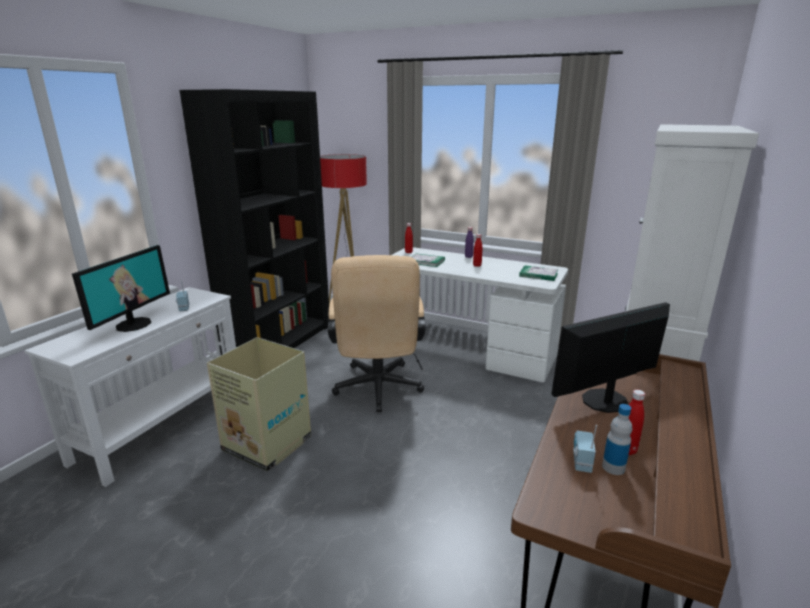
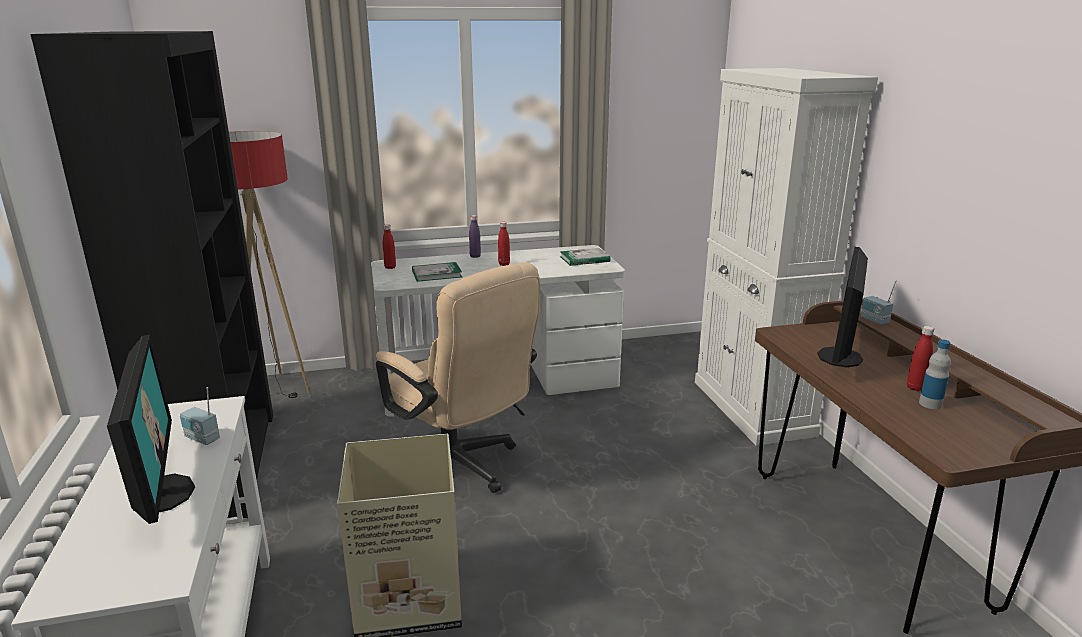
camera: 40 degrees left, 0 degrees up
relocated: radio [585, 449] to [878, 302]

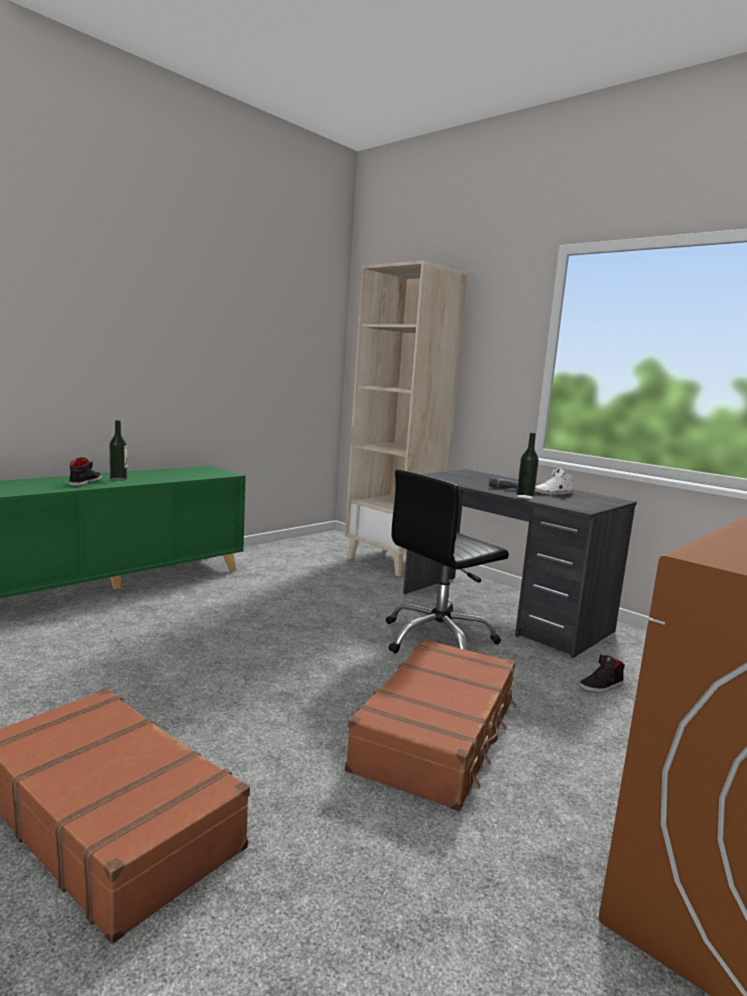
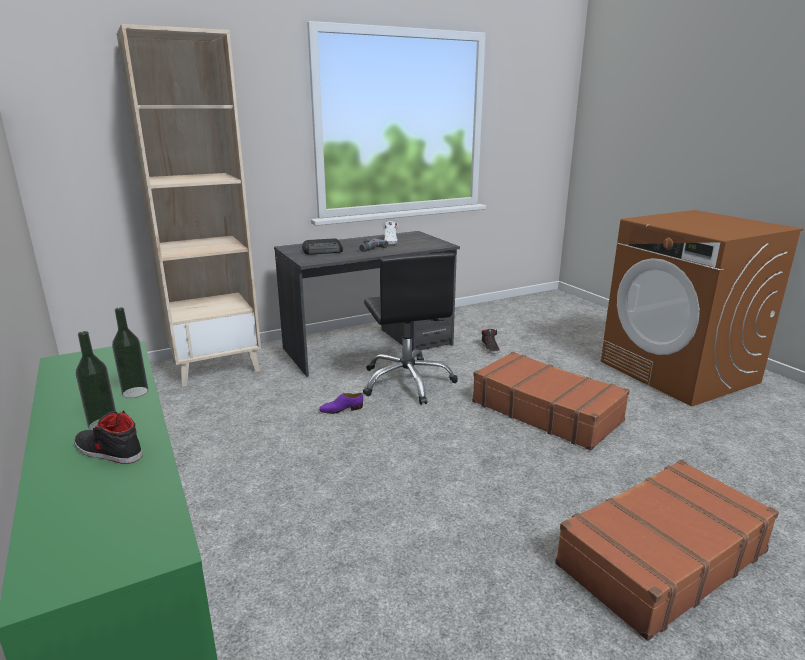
camera: 70 degrees left, 10 degrees up
appeared: radio [322, 246]; shoe (purple) [341, 403]
relocated: bottle [527, 466] to [130, 352]

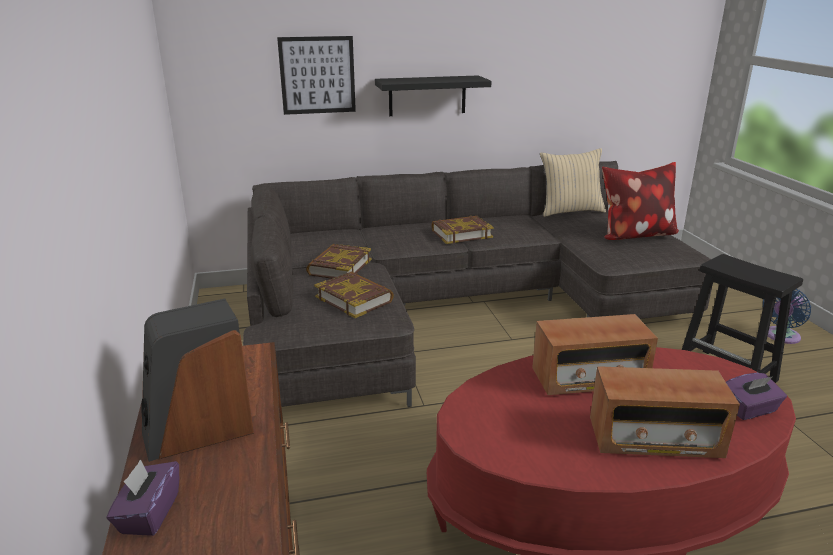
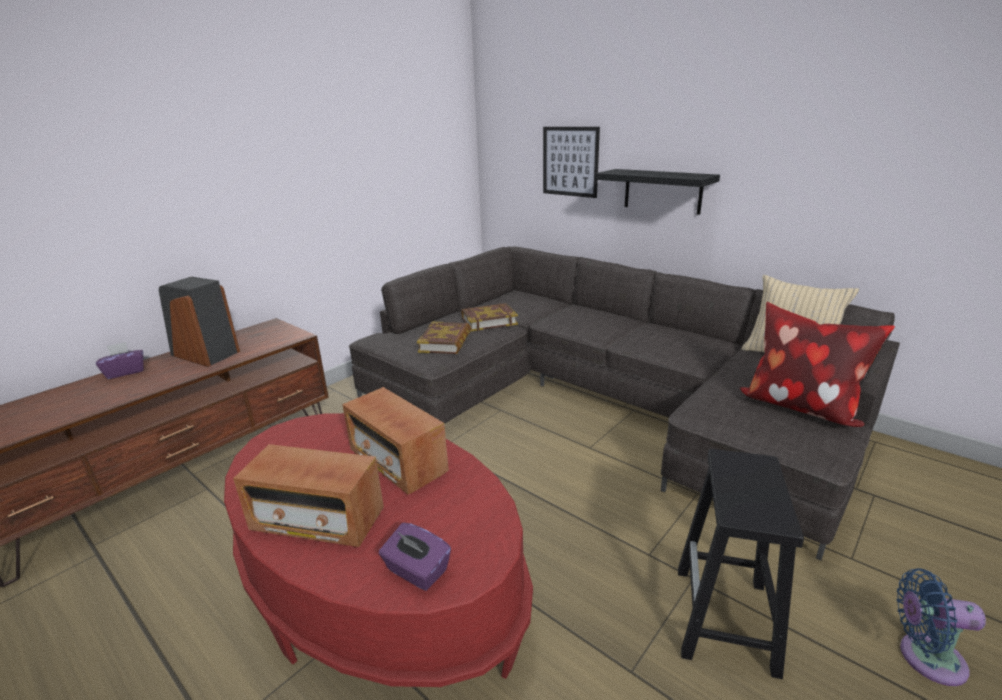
camera: 55 degrees right, 0 degrees up
missing: book [462, 230]
spun: radio [665, 412] = [308, 495] 45 degrees counterclockwise

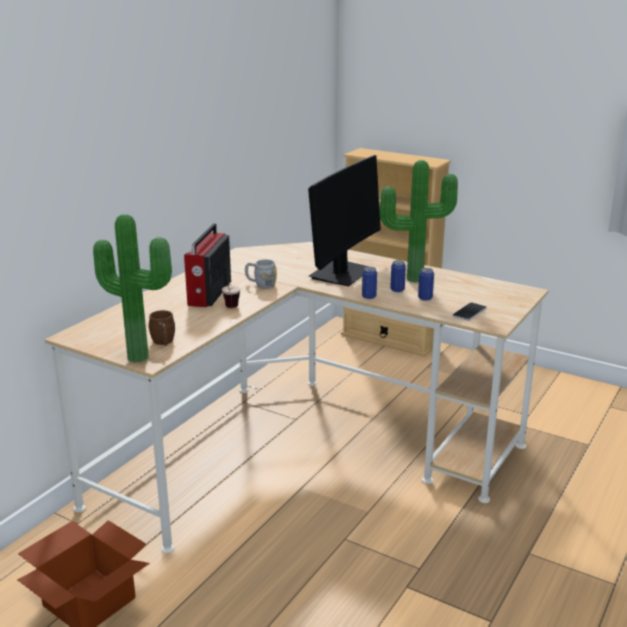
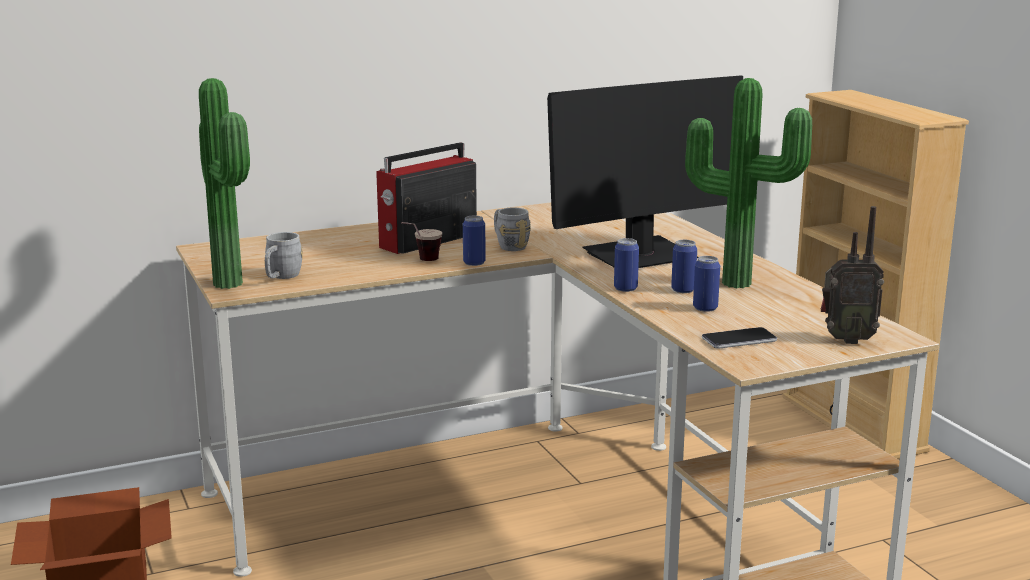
camera: 35 degrees right, 5 degrees down
appeared: radio [852, 275]; can [474, 240]
colour: mug (brown) [161, 328] to mug (grey) [284, 255]

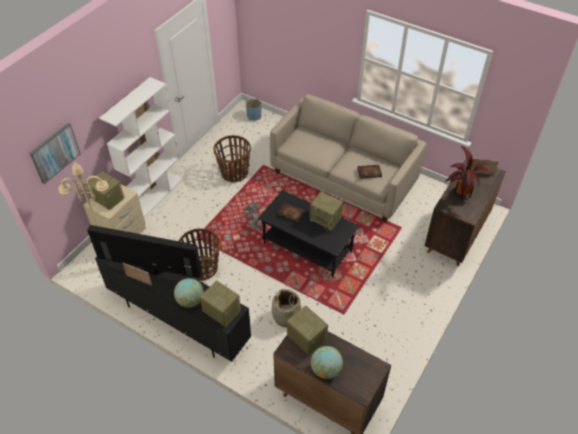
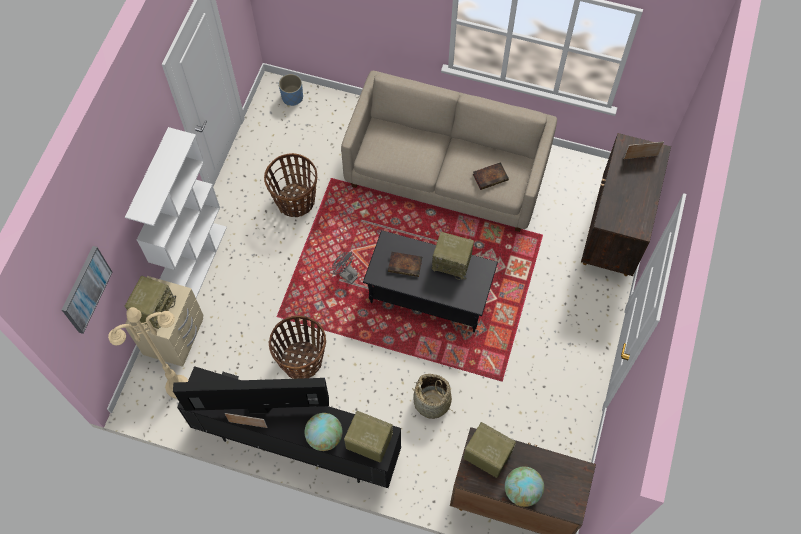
camera: 15 degrees left, 15 degrees up
missing: potted plant [469, 173]
spun: radio [105, 190] = [150, 302] 90 degrees clockwise

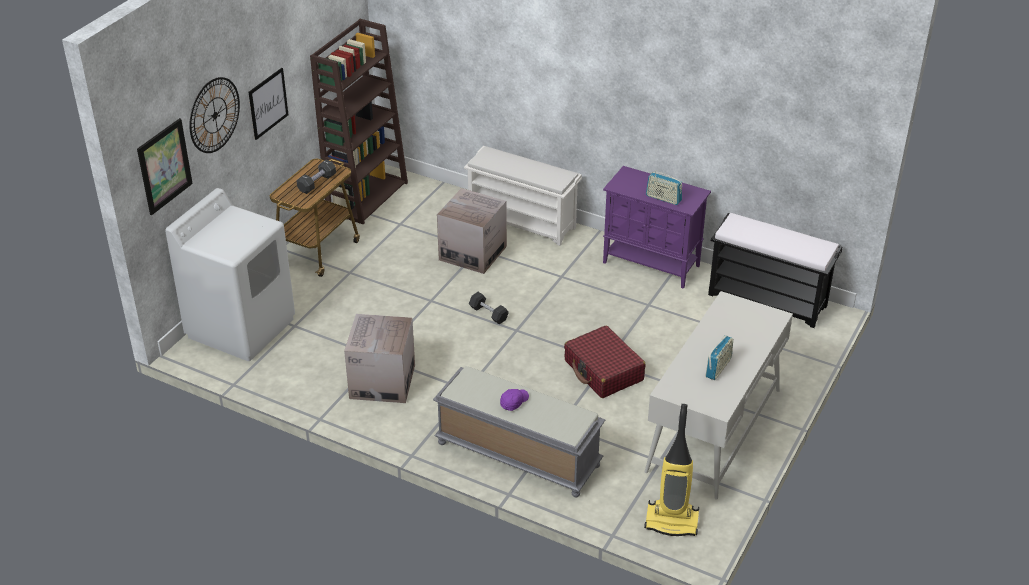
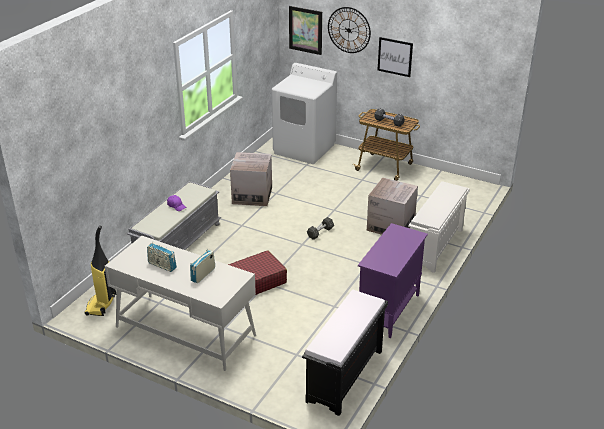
camera: 90 degrees right, 5 degrees down
missing: bookcase (brown) [359, 121]
relocated: radio [664, 187] to [202, 265]

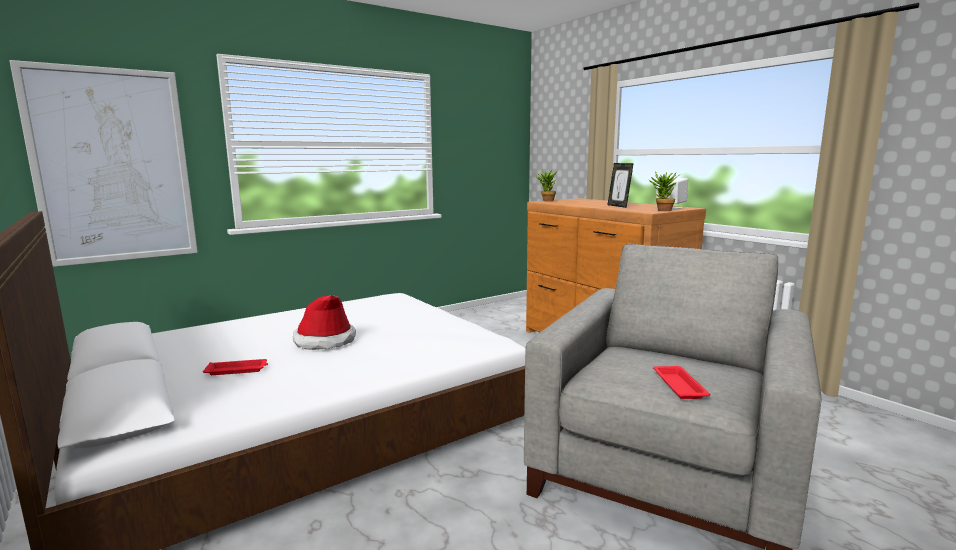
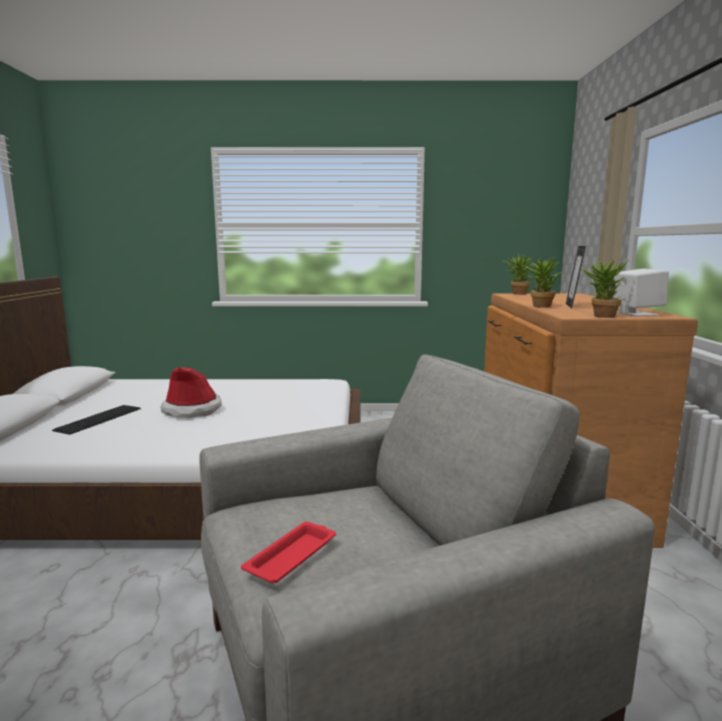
camera: 35 degrees right, 0 degrees up
missing: picture [103, 163]
appeared: potted plant [542, 282]
exchanged: tray (red) [235, 367] to keyboard [96, 420]

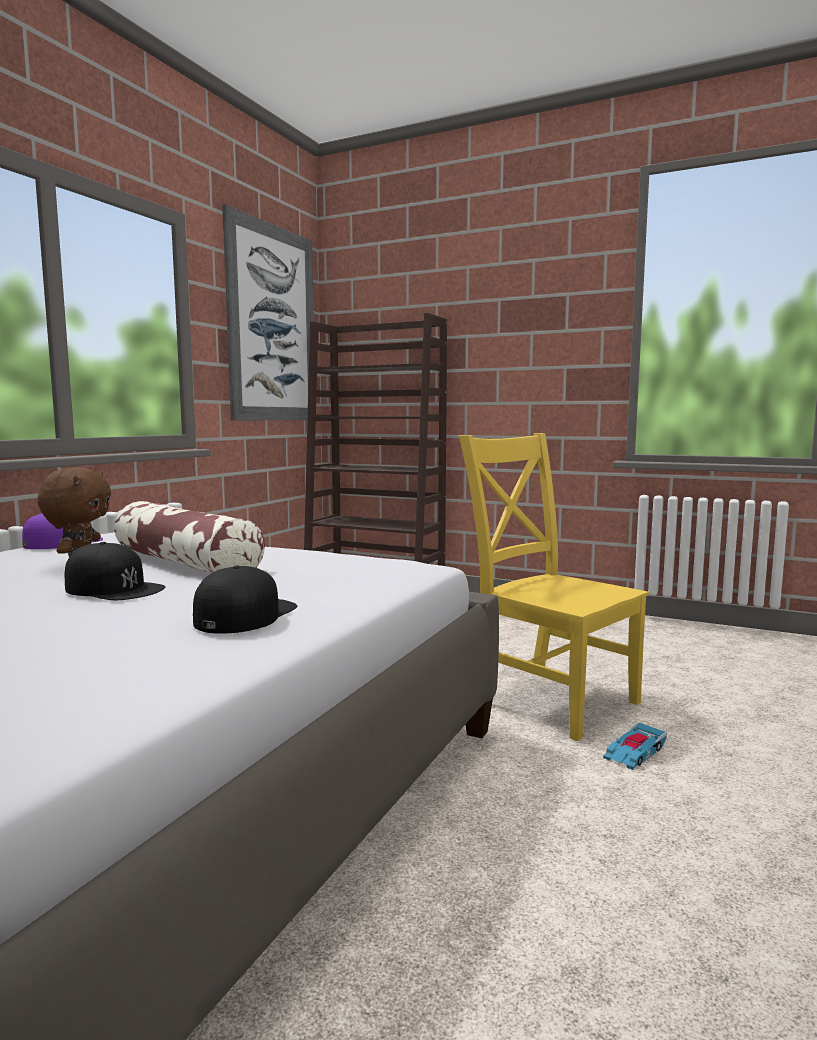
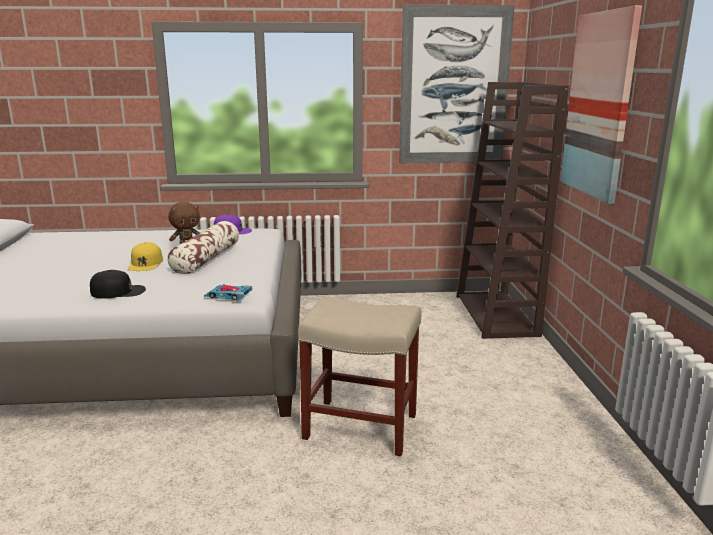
camera: 60 degrees right, 10 degrees up
appeared: picture [601, 104]
relocated: toy car [635, 746] to [228, 292]
exchanged: chair (yellow) [554, 587] to stool (beige) [359, 376]
colour: cap (black) [115, 571] to cap (yellow) [145, 256]

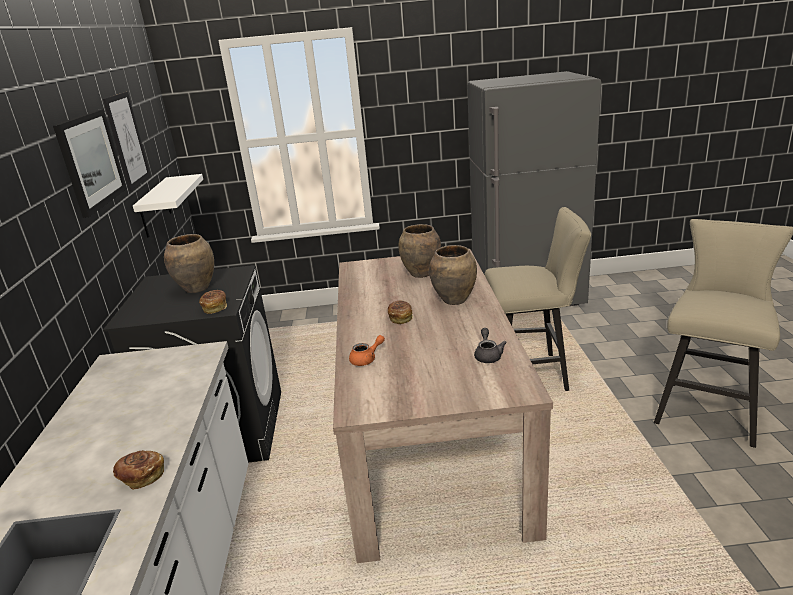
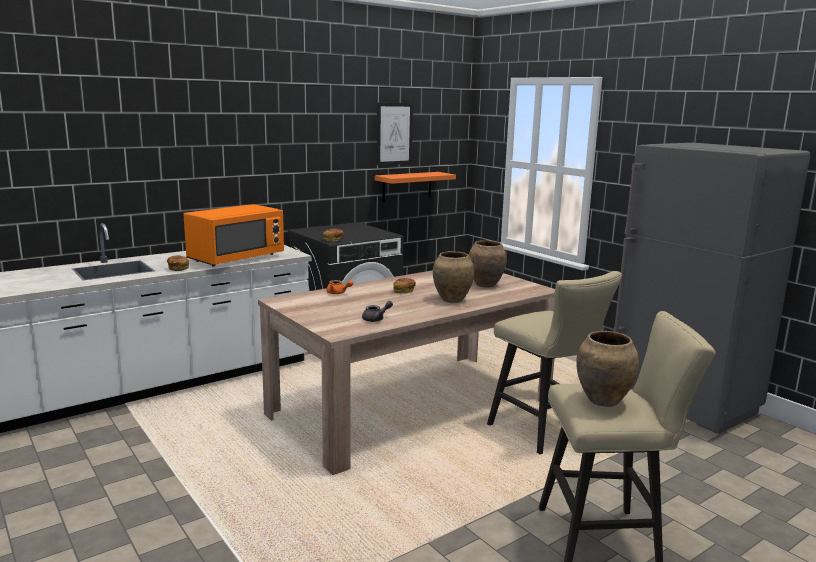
camera: 55 degrees right, 10 degrees down
missing: picture [90, 163]
appeared: microwave (orange) [233, 235]
relocated: vase (brown) [189, 263] to [607, 369]
colour: shelf (white) [168, 206] to shelf (orange) [415, 187]

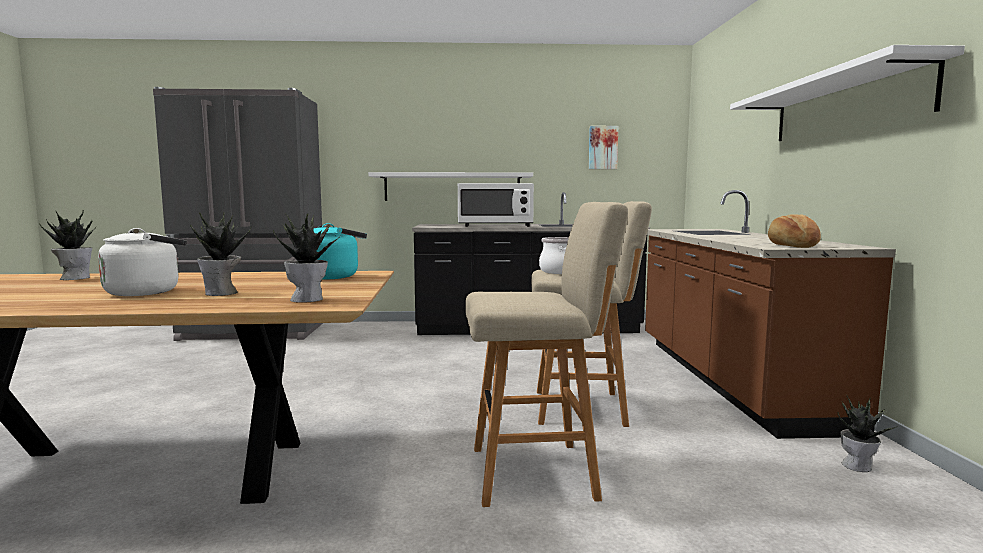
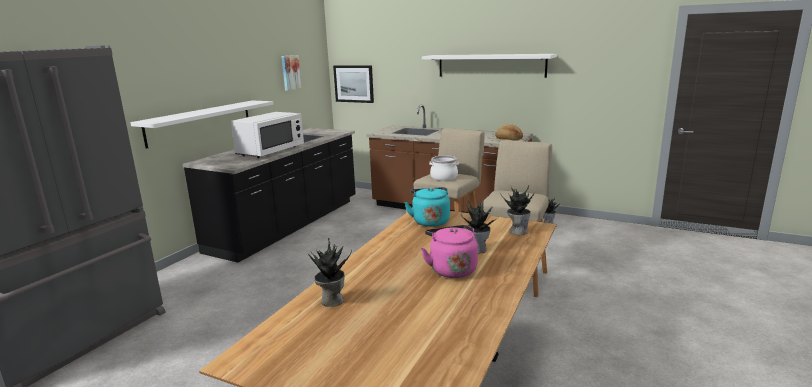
camera: 60 degrees left, 10 degrees up
appeared: picture [353, 84]
colour: kettle (white) [142, 262] to kettle (pink) [449, 251]

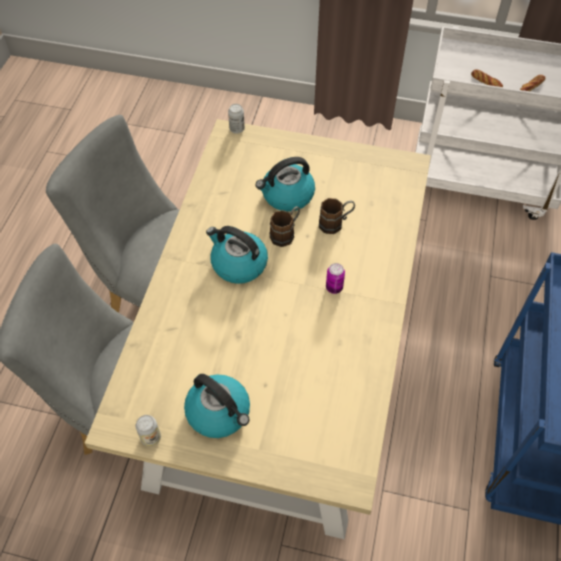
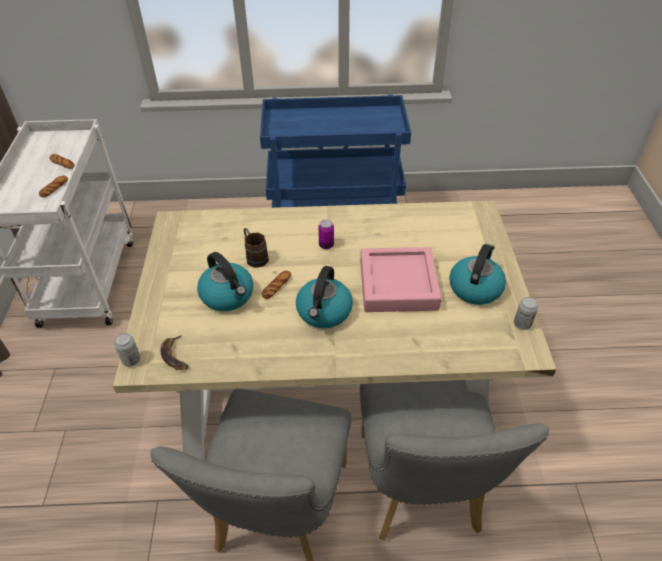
camera: 105 degrees left, 10 degrees down
appeared: tray (pink) [400, 279]; banana [174, 353]
exchanged: mug (brown) [285, 226] to bread [276, 285]

